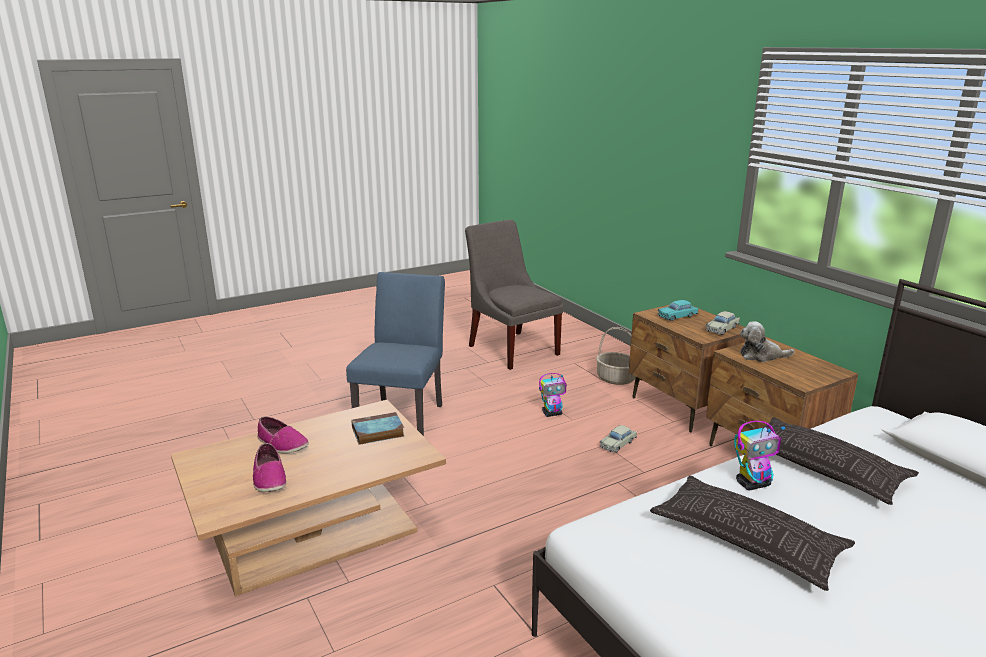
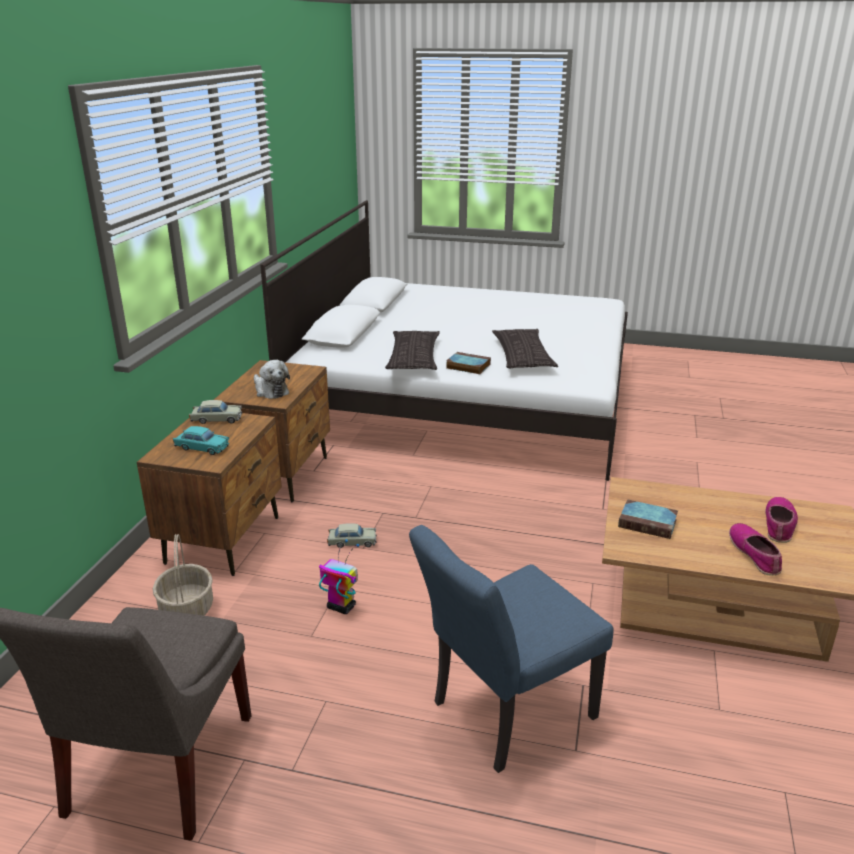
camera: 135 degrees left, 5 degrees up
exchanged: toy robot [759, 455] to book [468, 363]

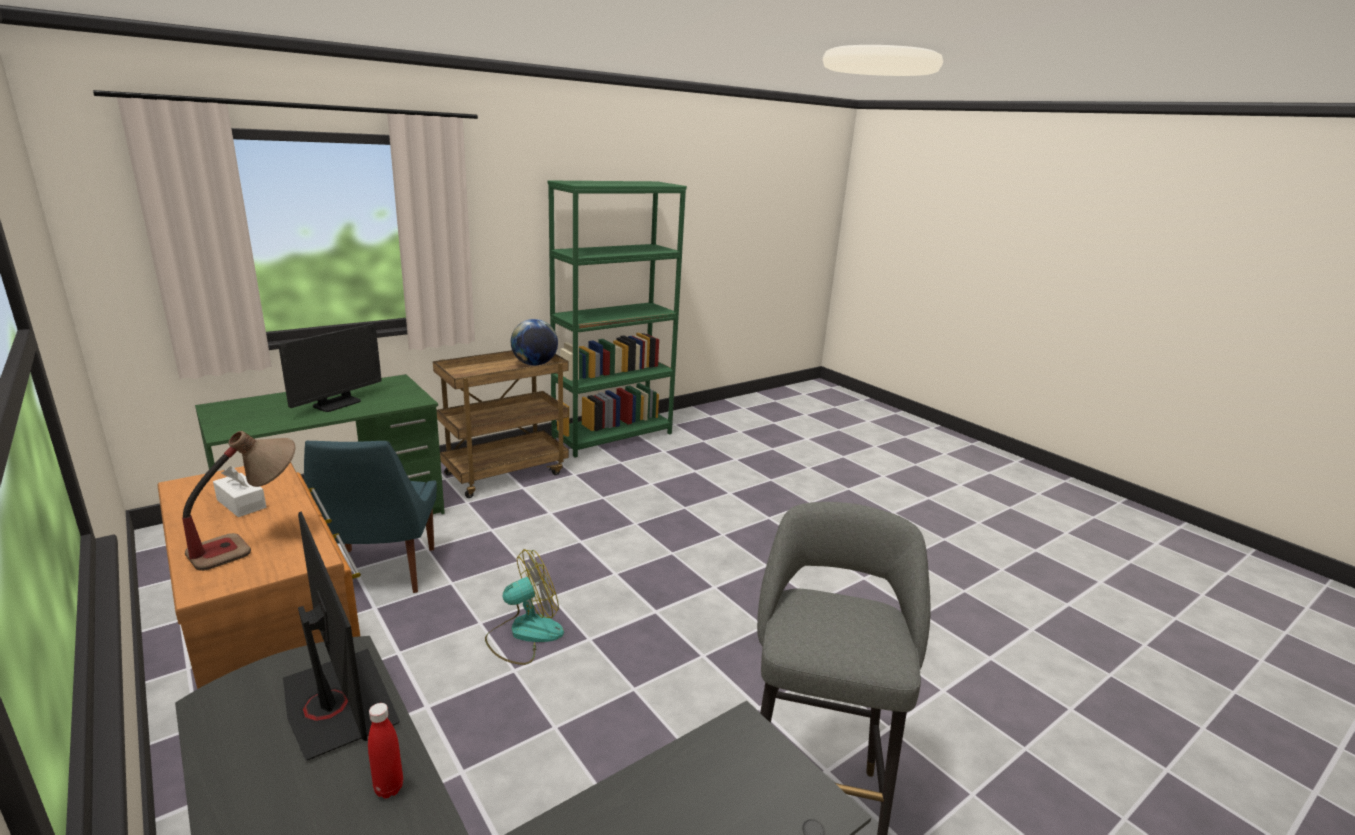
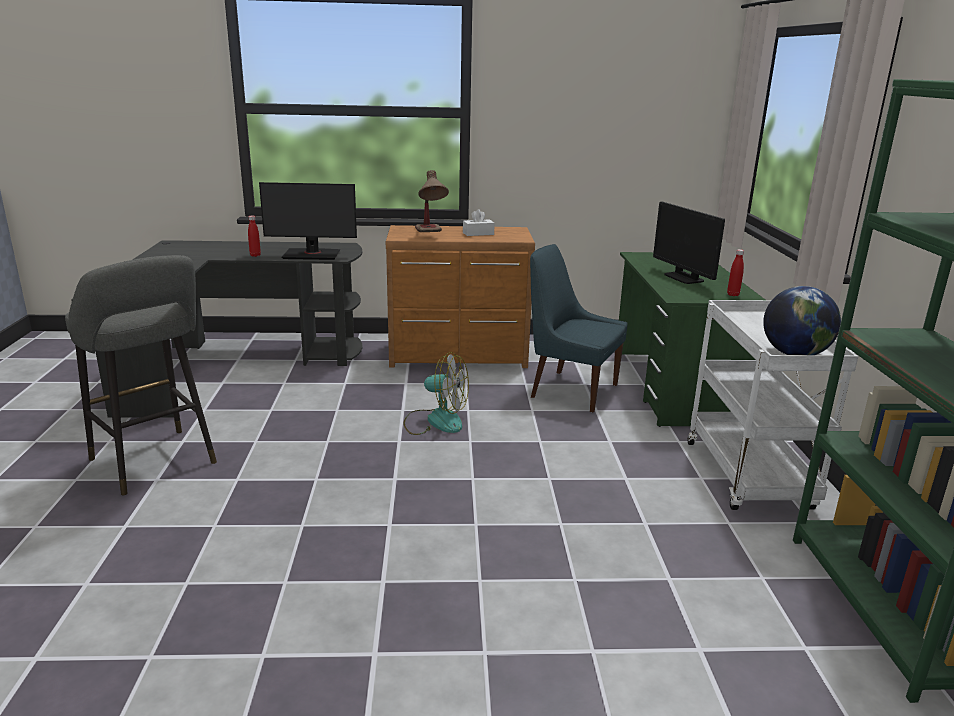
camera: 125 degrees right, 0 degrees up
appeared: bottle (red) [735, 272]
colour: cart (brown) [501, 424] to cart (white) [772, 405]
spun: fan [524, 607] = [436, 393] 75 degrees counterclockwise

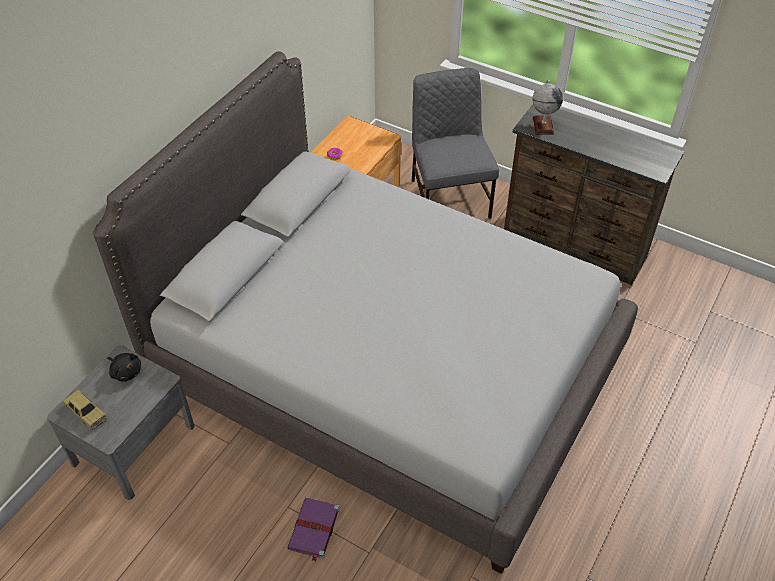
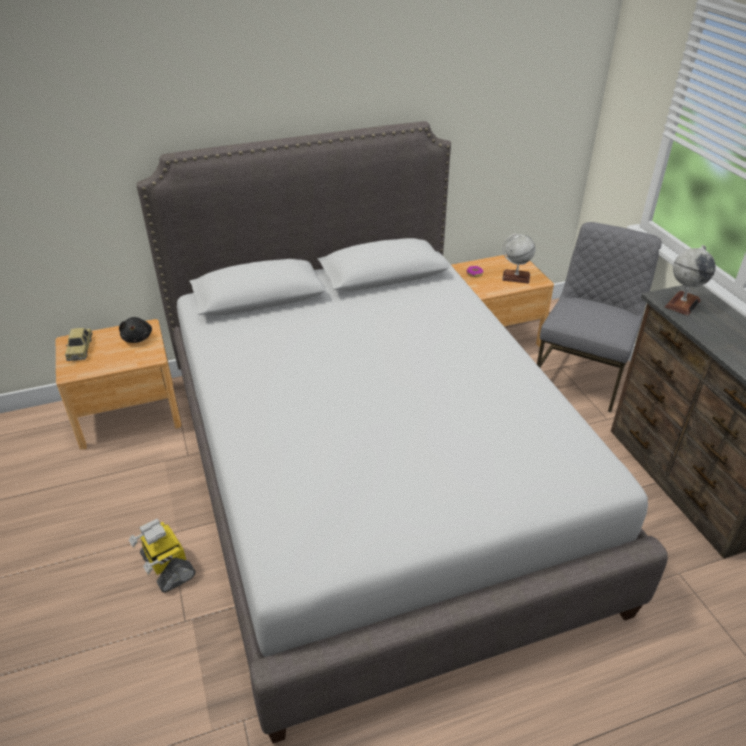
camera: 40 degrees right, 10 degrees down
appeared: globe [518, 258]
exchanged: book (purple) [313, 530] to toy robot [162, 556]
colour: nightstand (grey) [120, 422] to nightstand (brown) [119, 384]

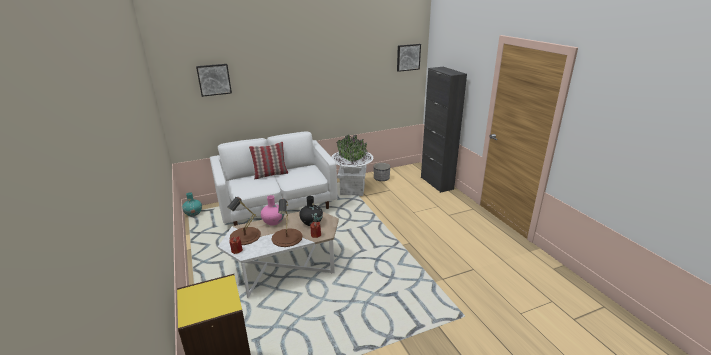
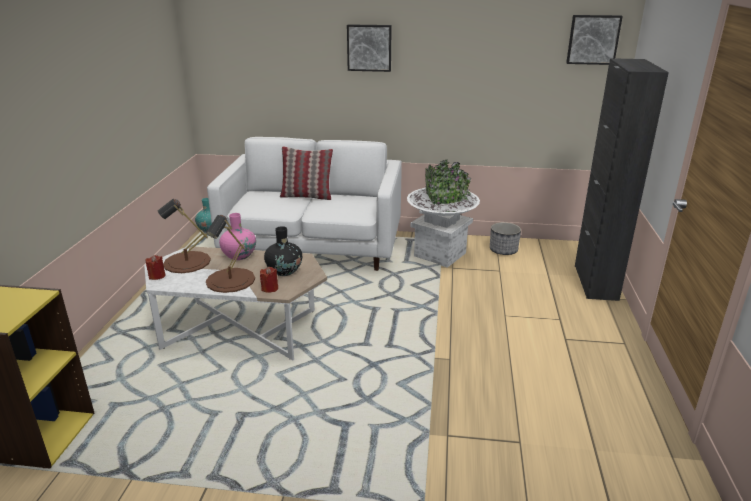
camera: 30 degrees right, 0 degrees up
relocated: picture [214, 80] to [369, 48]

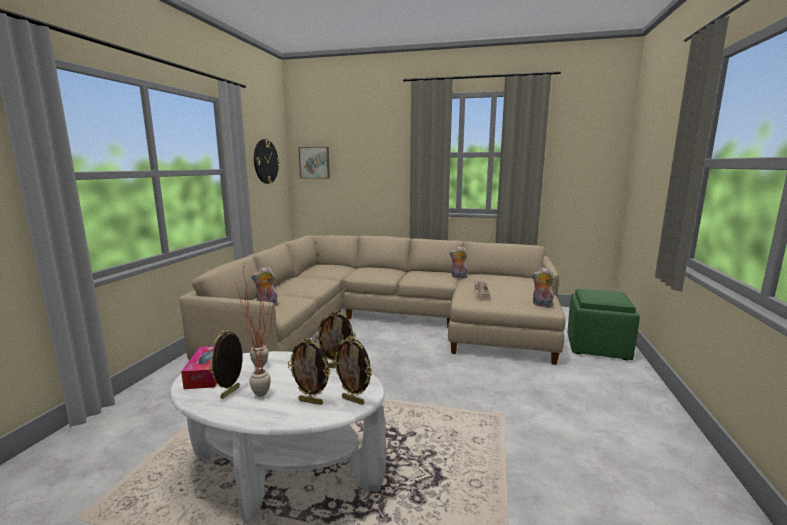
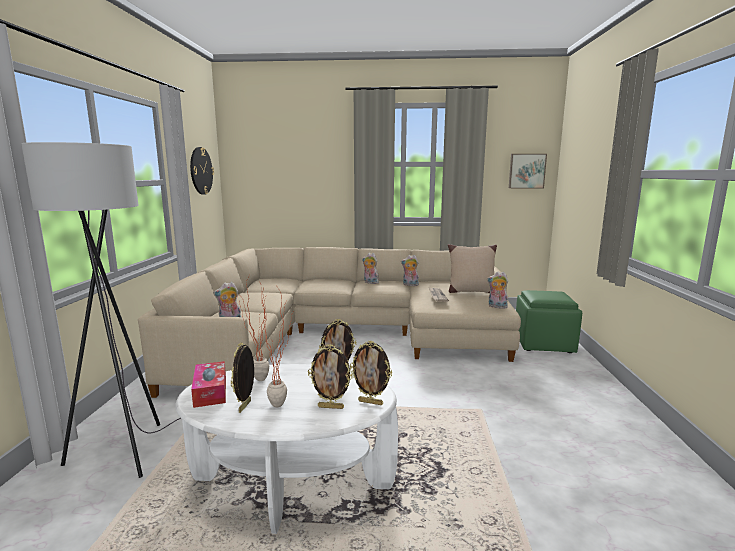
camera: 10 degrees left, 0 degrees up
appeared: floor lamp (grey) [101, 310]; pillow (beige) [472, 268]; plush toy [370, 268]
relocated: picture [314, 163] to [528, 171]

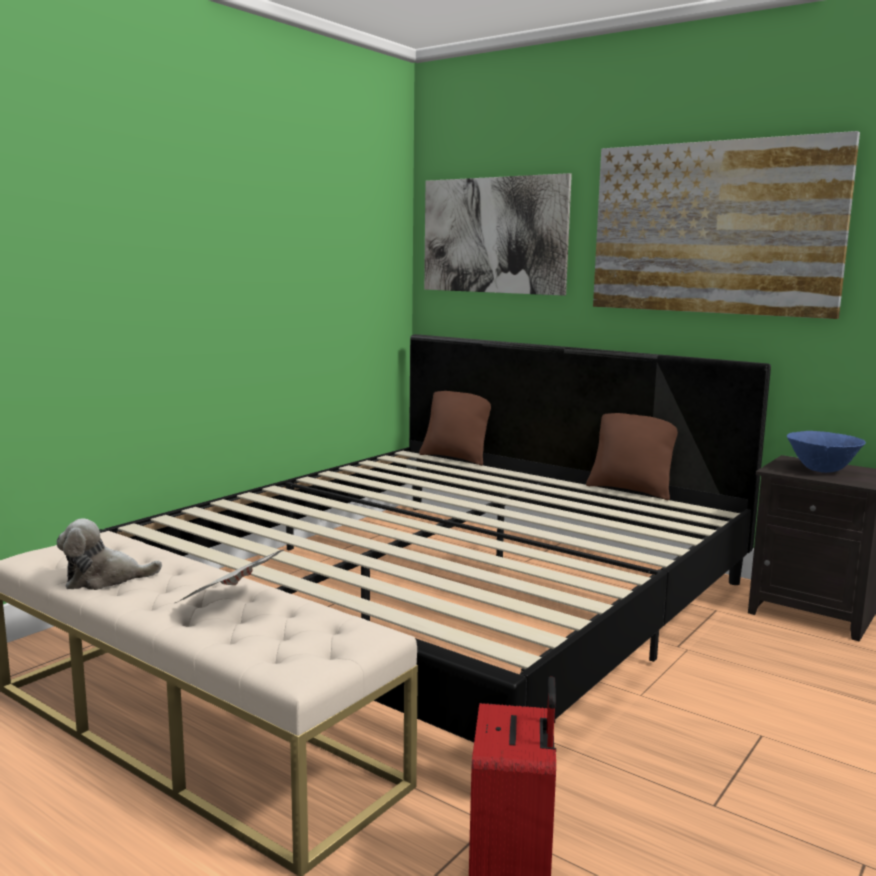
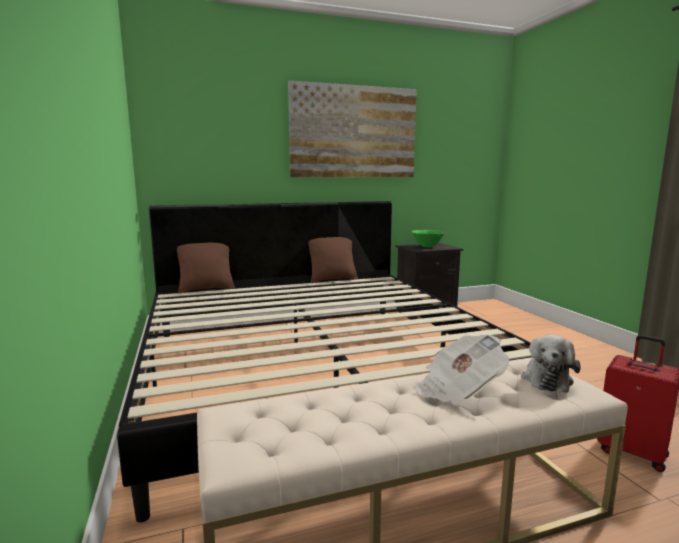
camera: 55 degrees left, 0 degrees up
missing: picture [498, 234]
relocated: plush toy [109, 554] to [551, 364]
colour: bowl (blue) [826, 452] to bowl (green) [428, 238]

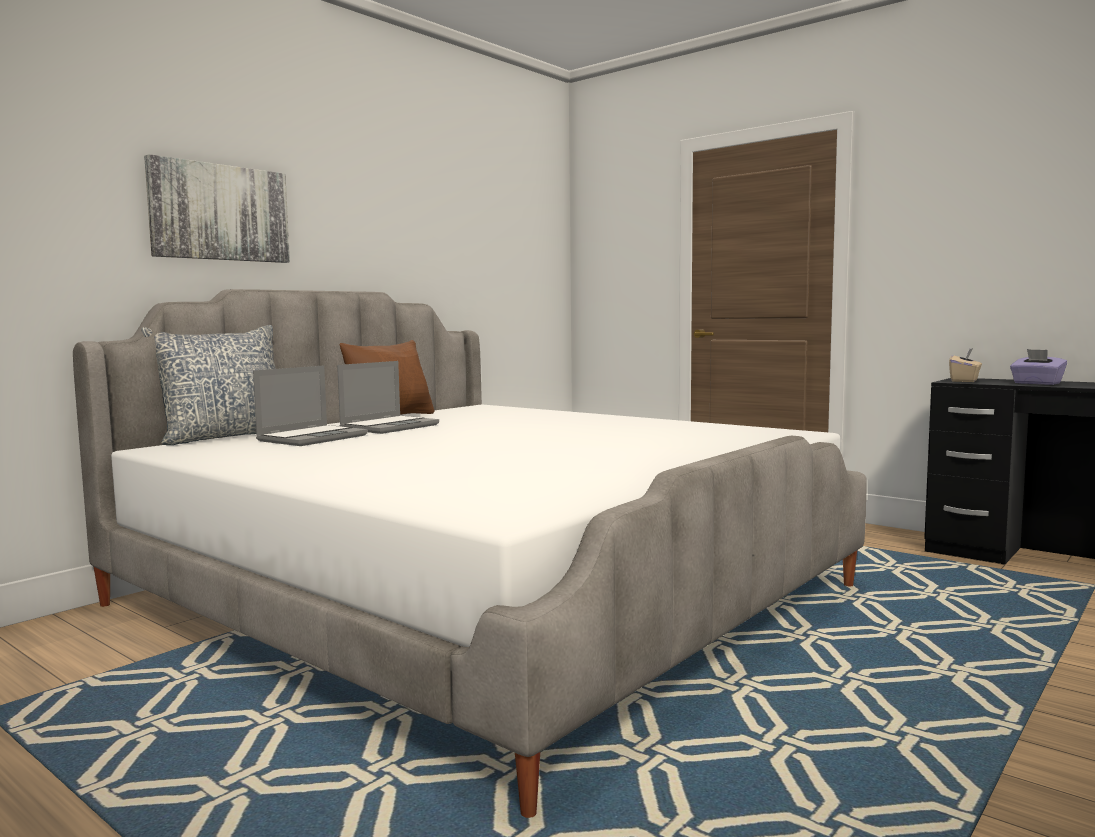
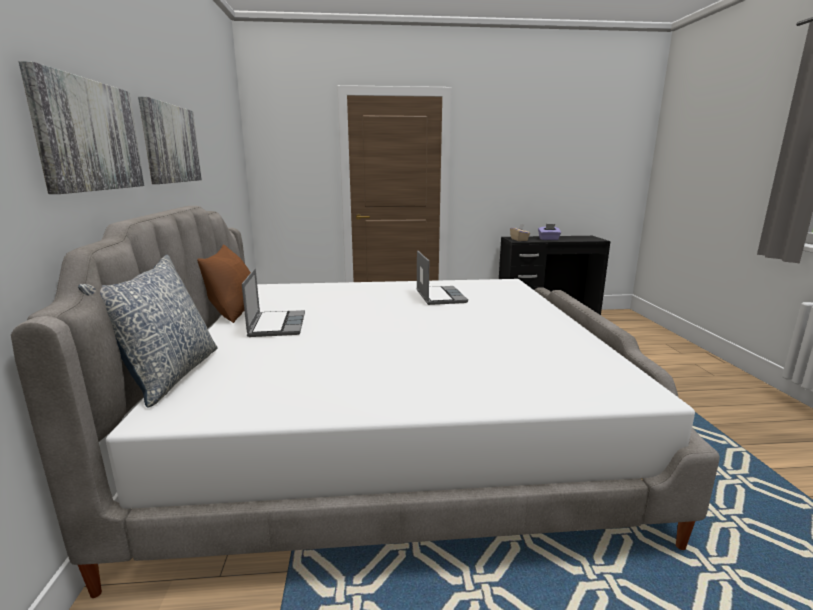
camera: 45 degrees left, 10 degrees up
appeared: picture [170, 140]
relocated: laptop [310, 406] to [442, 277]

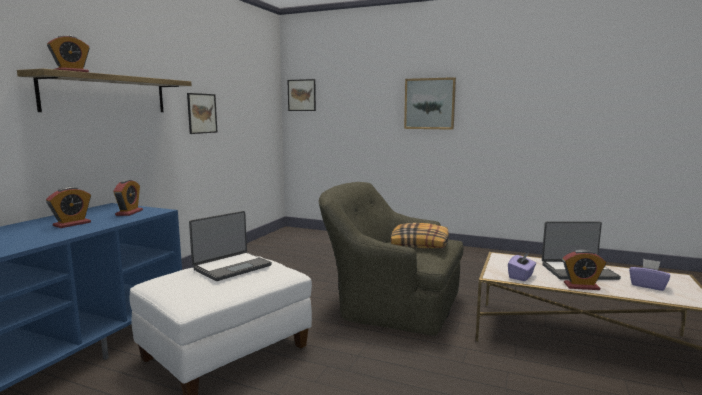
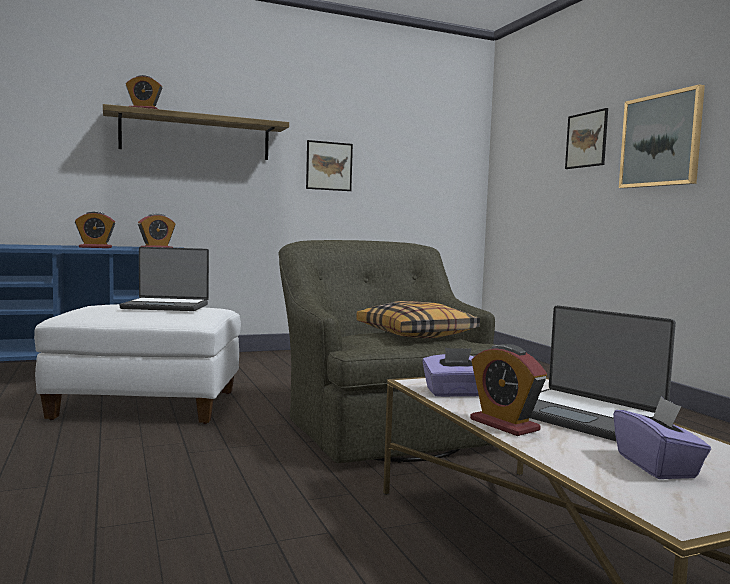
camera: 45 degrees right, 5 degrees down
relocated: picture [302, 95] to [586, 138]

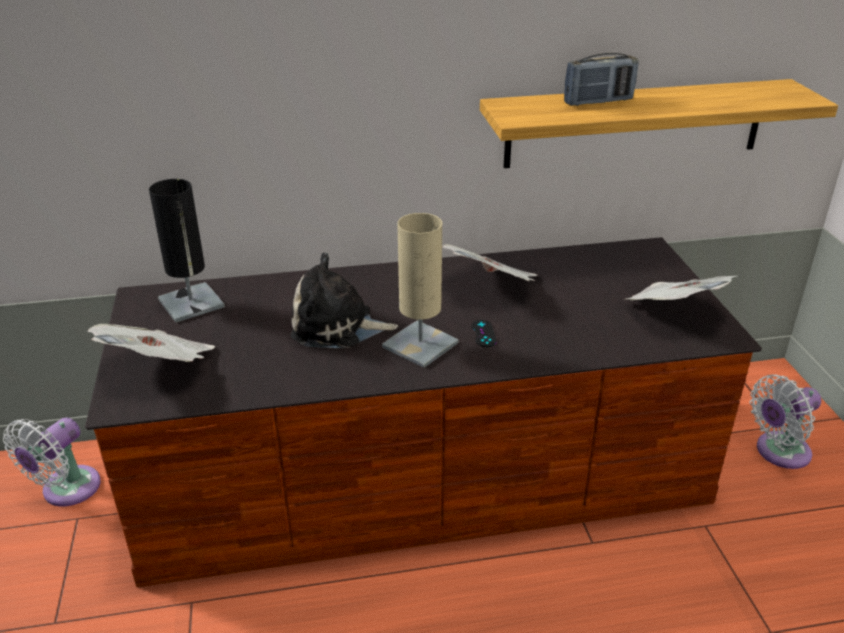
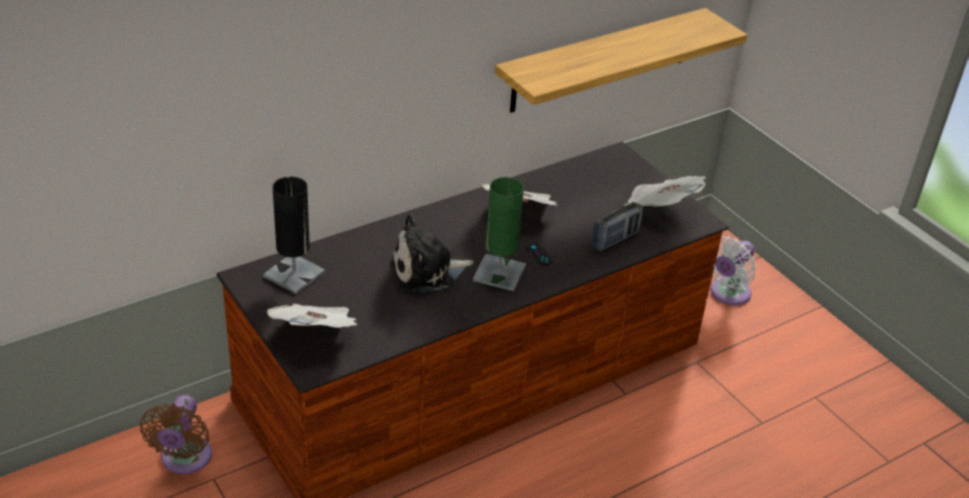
camera: 25 degrees left, 5 degrees up
relocated: radio [601, 79] to [617, 226]
colour: table lamp (beige) [420, 290] to table lamp (green) [499, 234]; fan (white) [52, 462] to fan (brown) [175, 434]

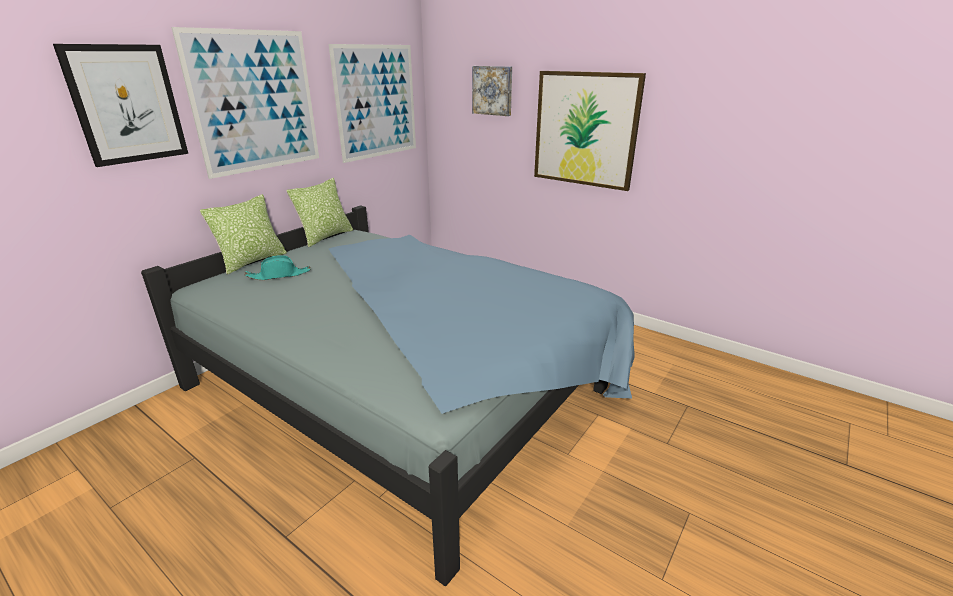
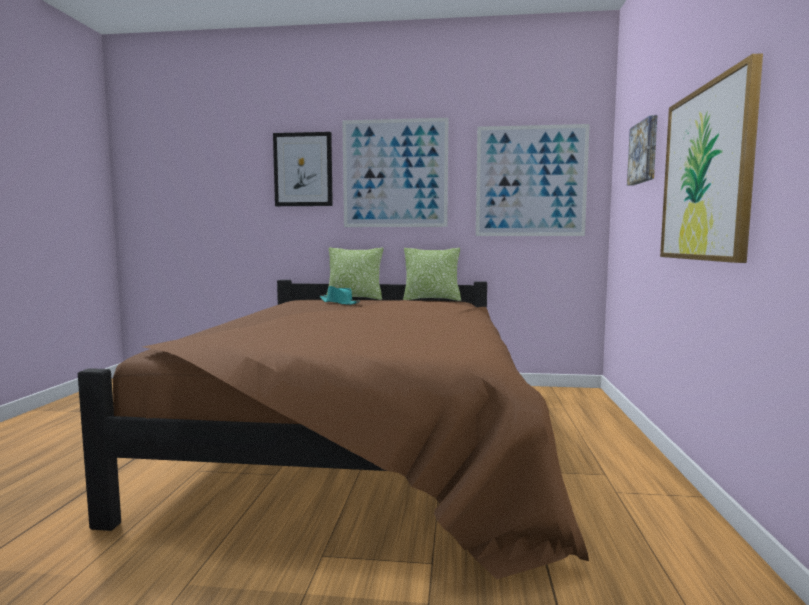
camera: 60 degrees right, 20 degrees down
colour: bed (blue) [388, 395] to bed (brown) [333, 429]

